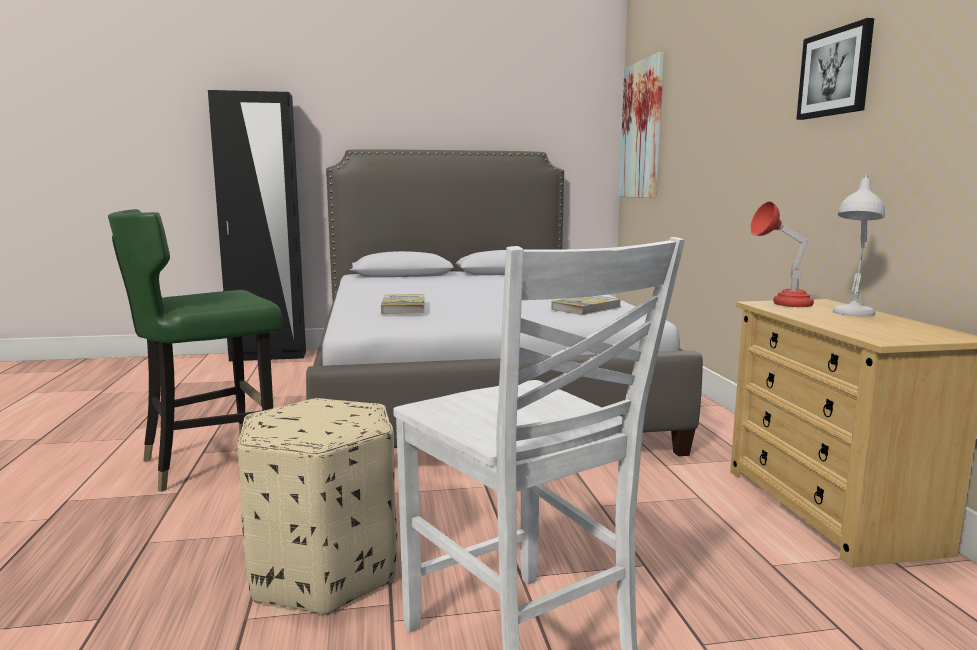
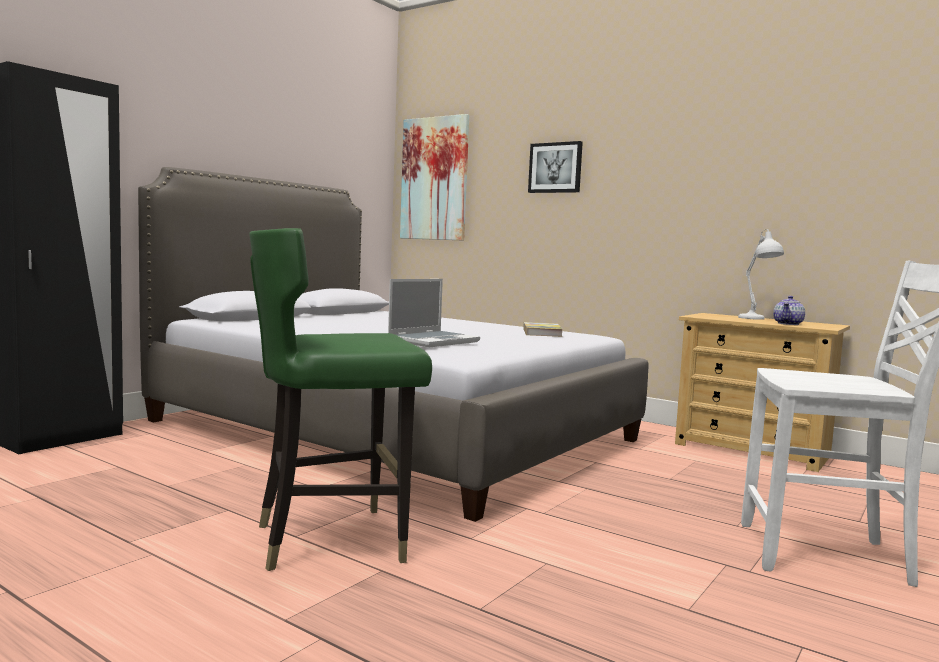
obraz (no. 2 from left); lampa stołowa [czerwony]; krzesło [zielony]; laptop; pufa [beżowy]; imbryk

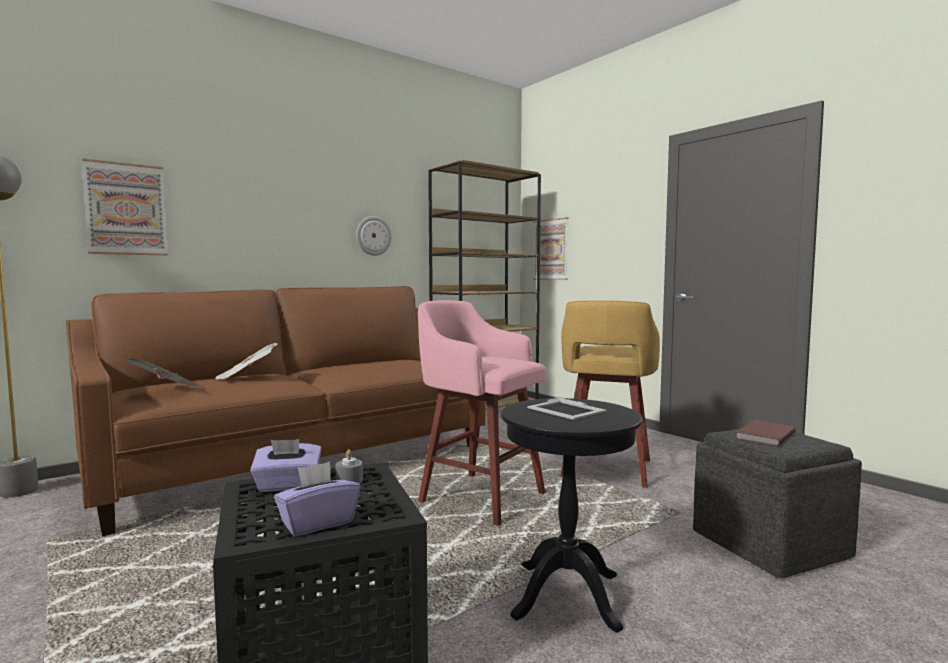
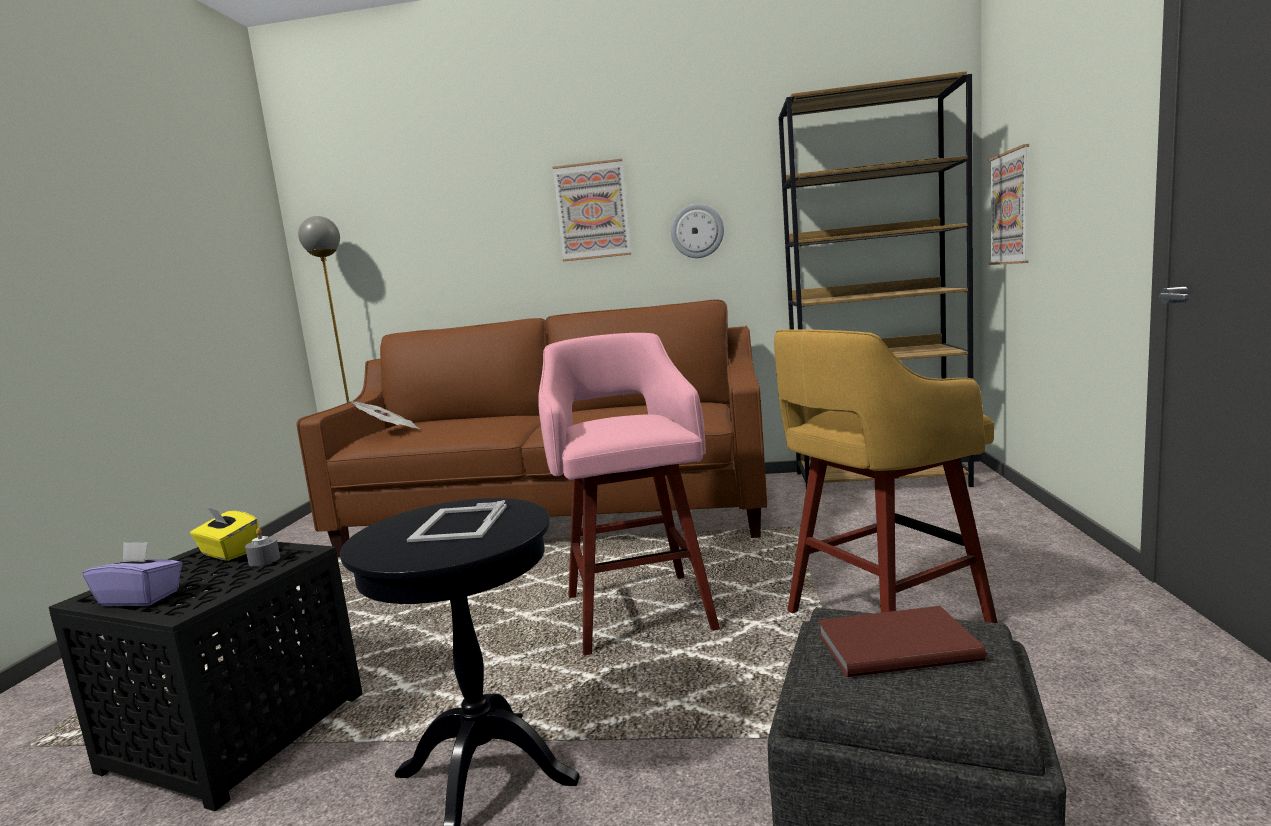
obraz (no. 1 from left); gazeta (no. 2 from left in the first image); pudełko chusteczek [żółty]

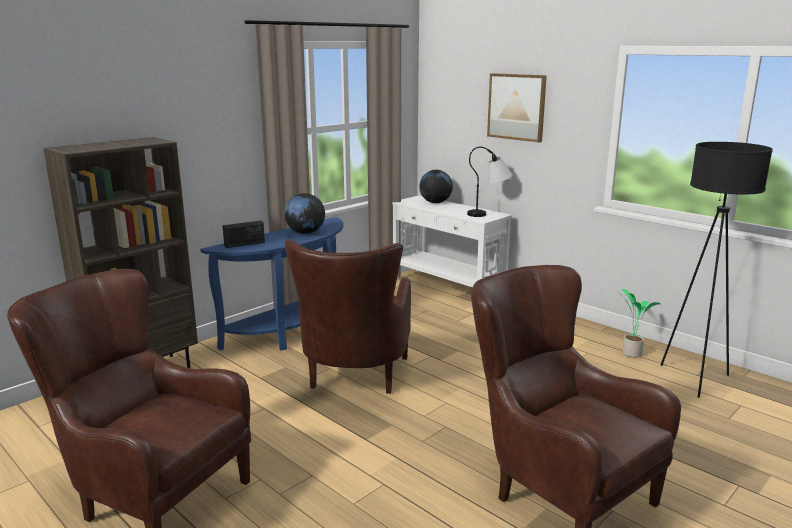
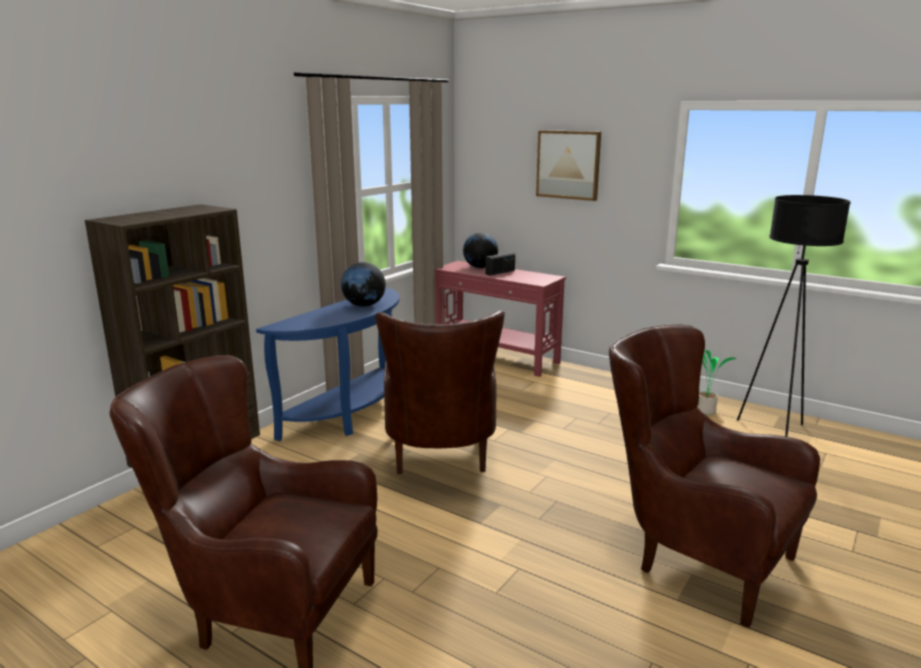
lampa stołowa; stolik konsolowy [czerwony]; radio

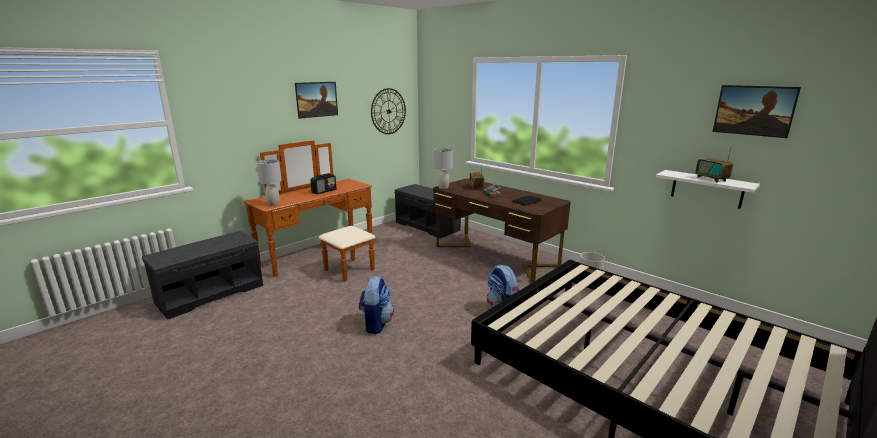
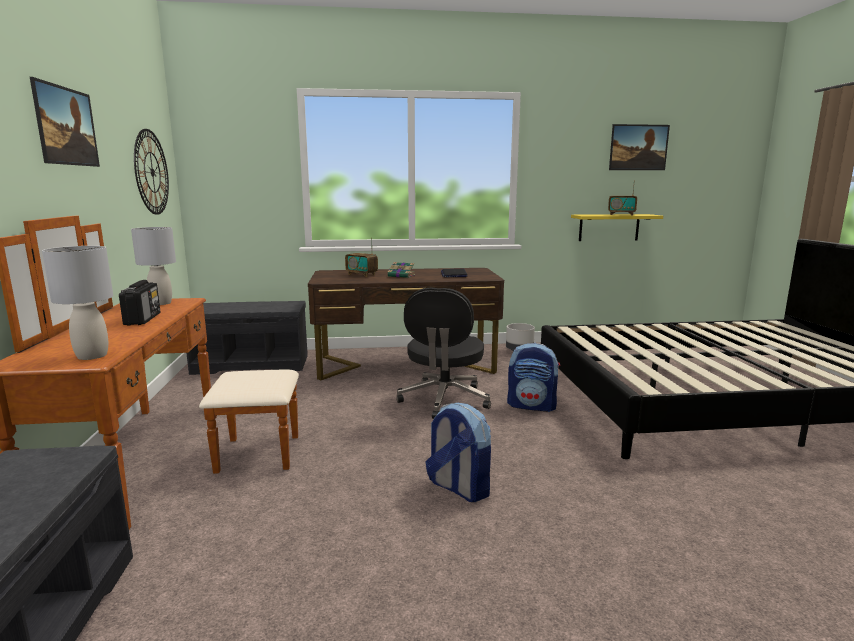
lampa stołowa [szary] (no. 2 from left); półka [żółty]; krzesło biurowe [czarny]

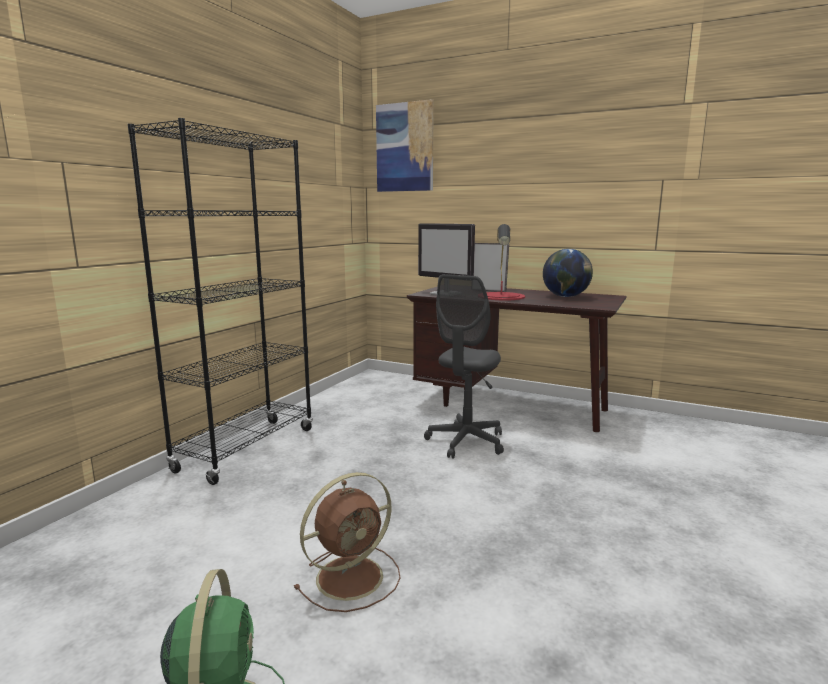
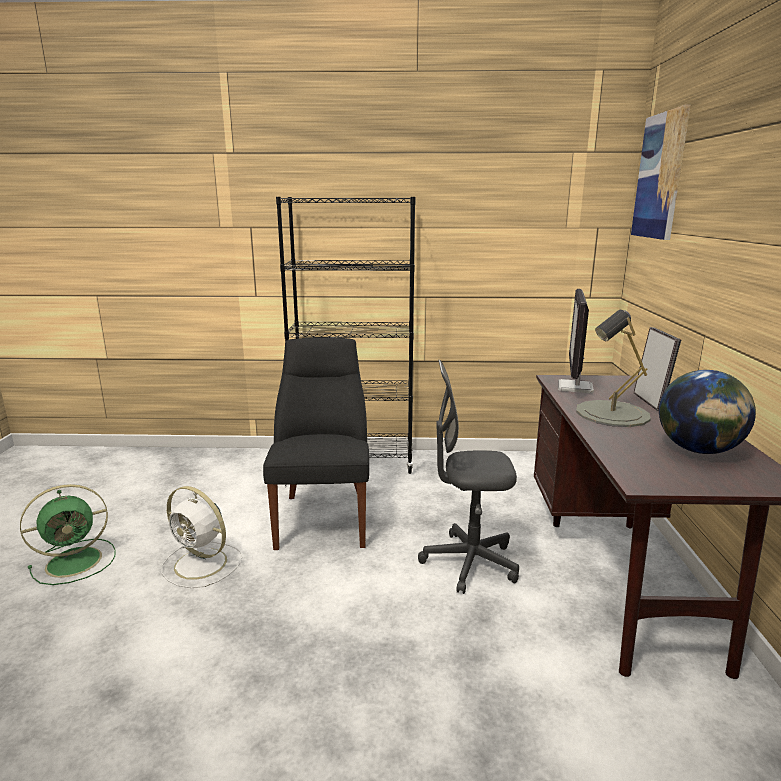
lampa stołowa [szary]; wentylator [biały]; krzesło [czarny]

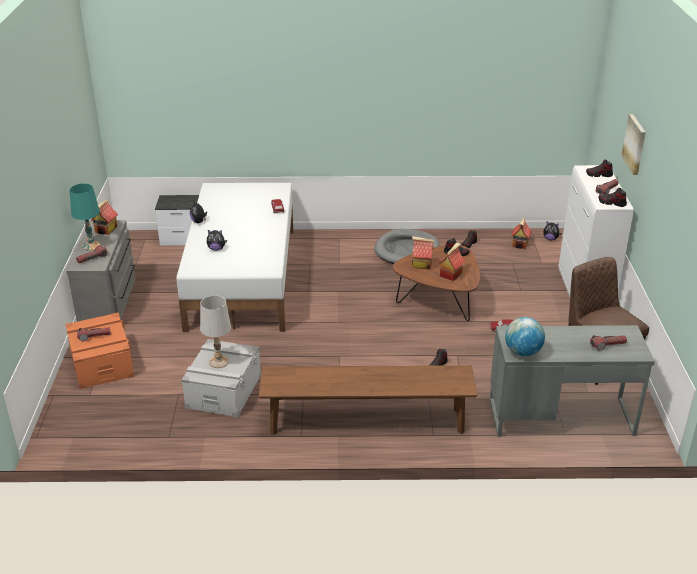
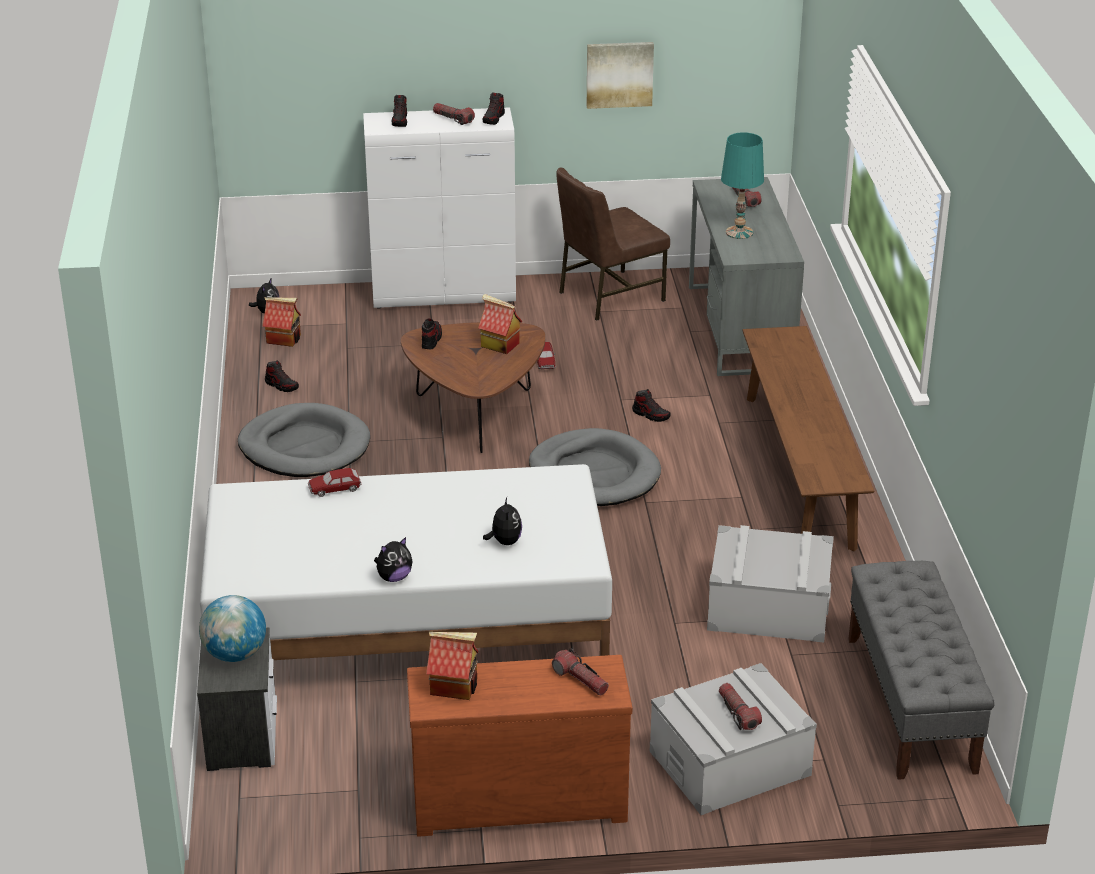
obraz; lampa stołowa [turkusowy]; komoda [brązowy]; domek (no. 2 from left in the first image); lampa stołowa [biały]; pojemnik do przechowywania [szary] (no. 1 from left); globus; legowisko [szary] (no. 2 from left); ławka [szary]

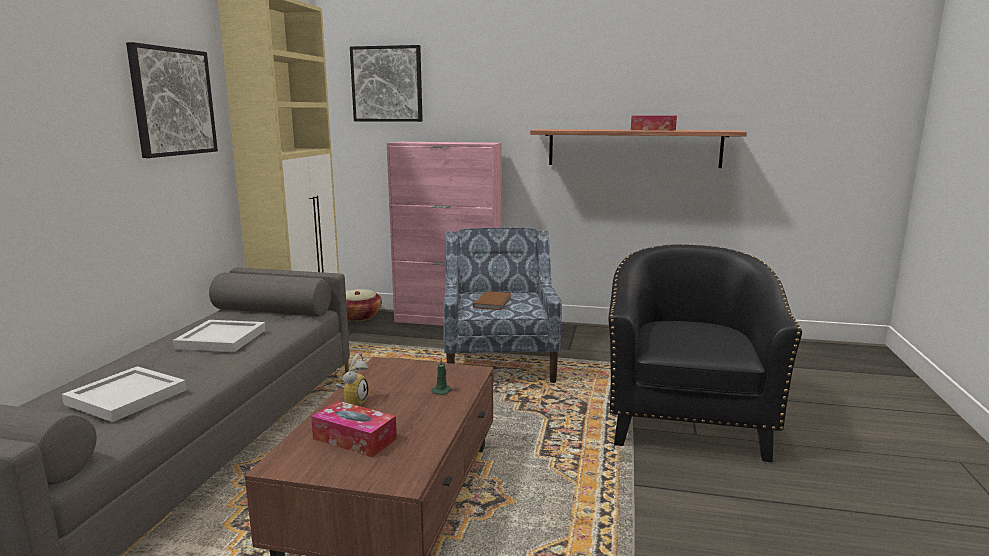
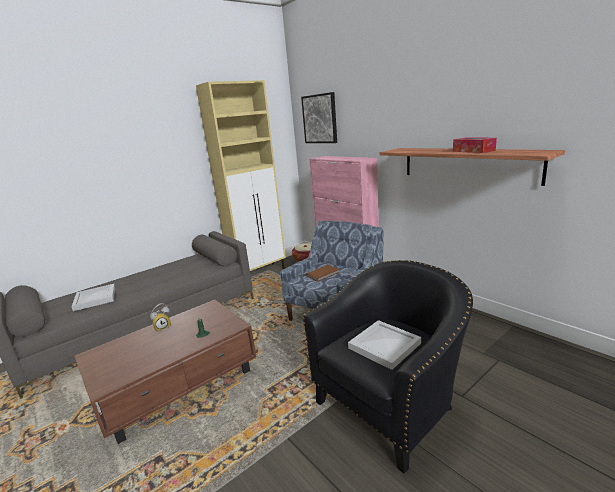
obraz (no. 1 from left in the first image); taca [biały] (no. 2 from left); pudełko chusteczek (no. 1 from left in the first image)

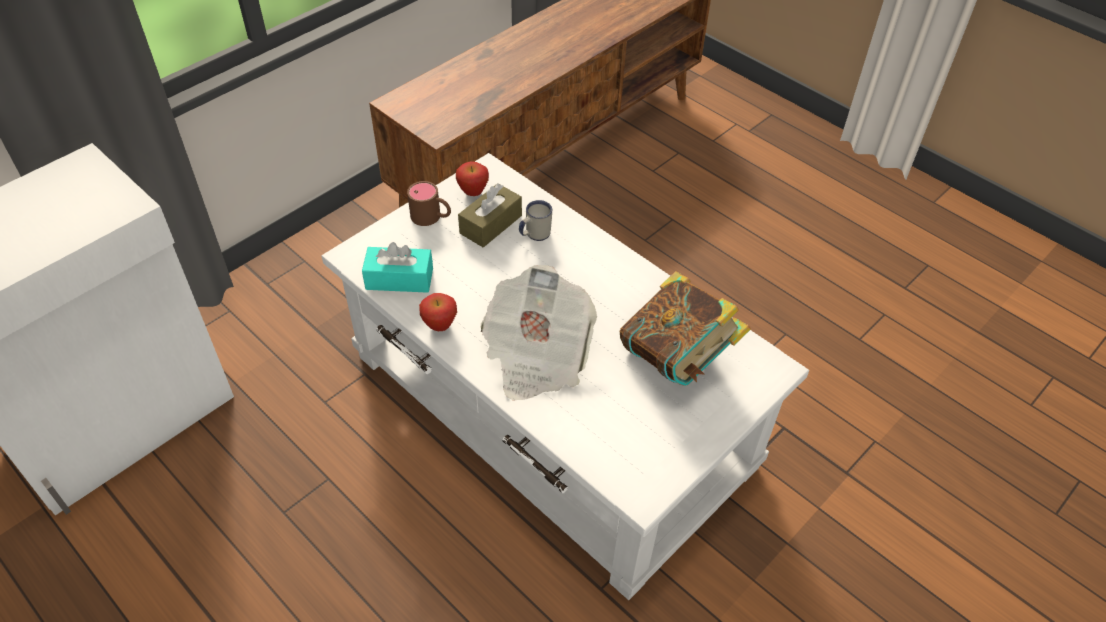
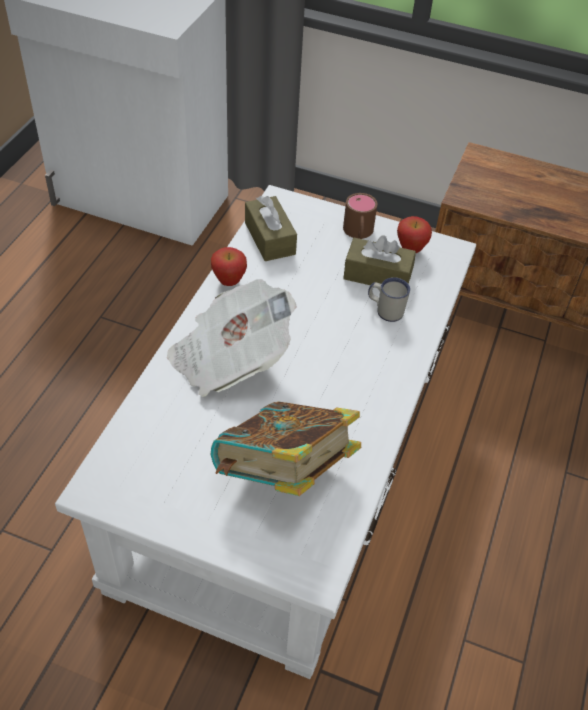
pudełko chusteczek [brązowy] (no. 1 from left)

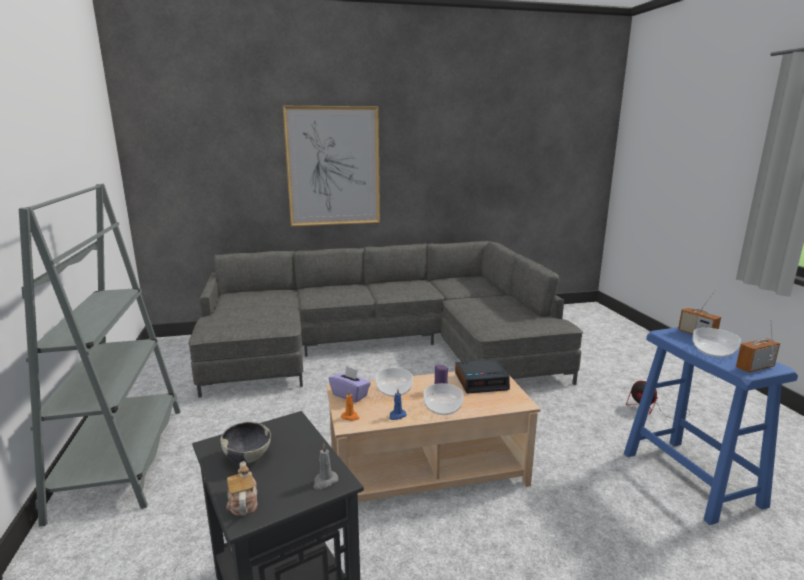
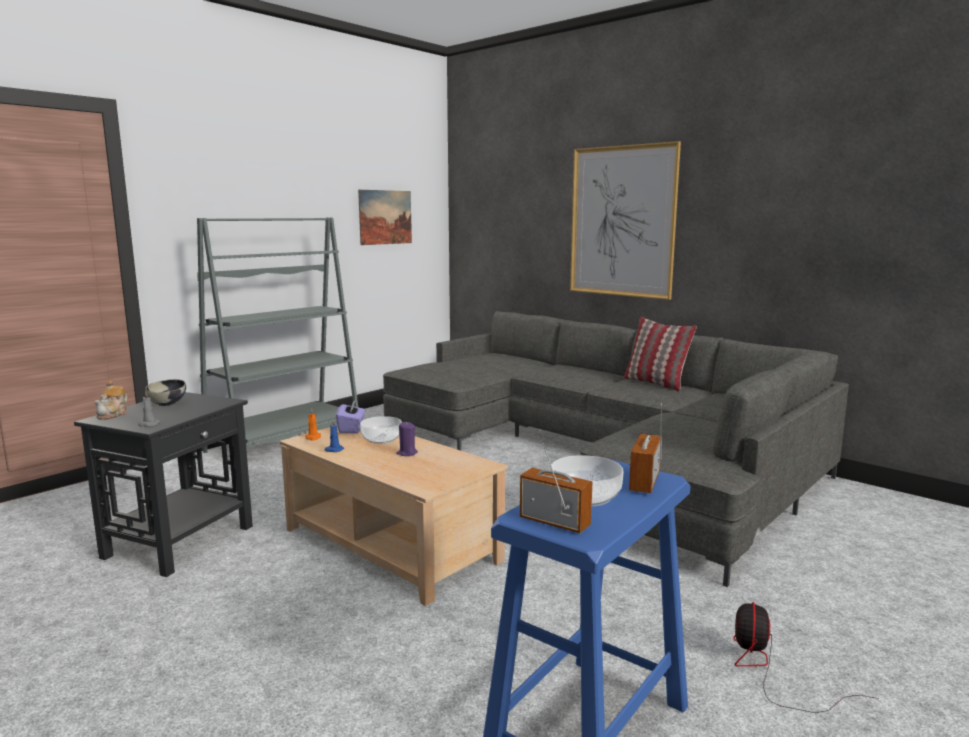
budzik; miska (no. 3 from left in the first image); imbryk; obraz (no. 1 from left); poduszka

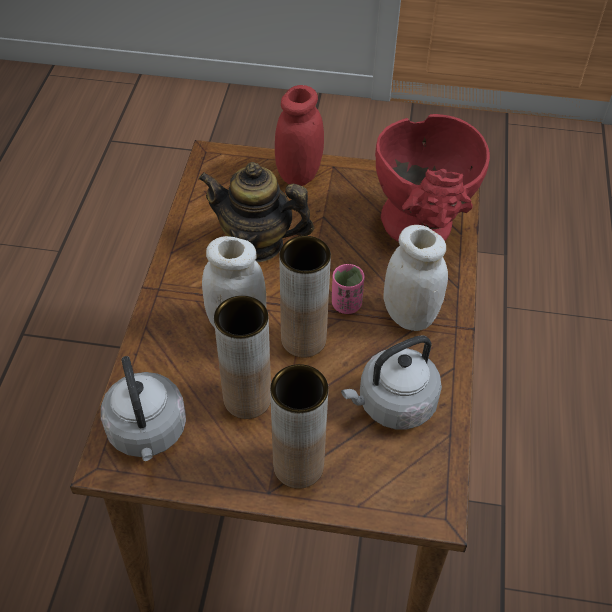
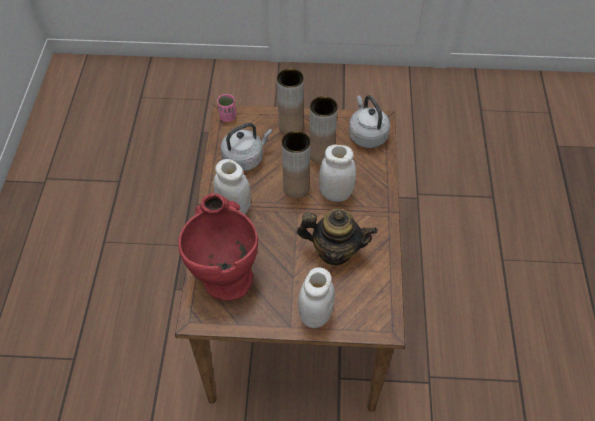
słoik [biały] (no. 2 from left); filiżanka [różowy]

